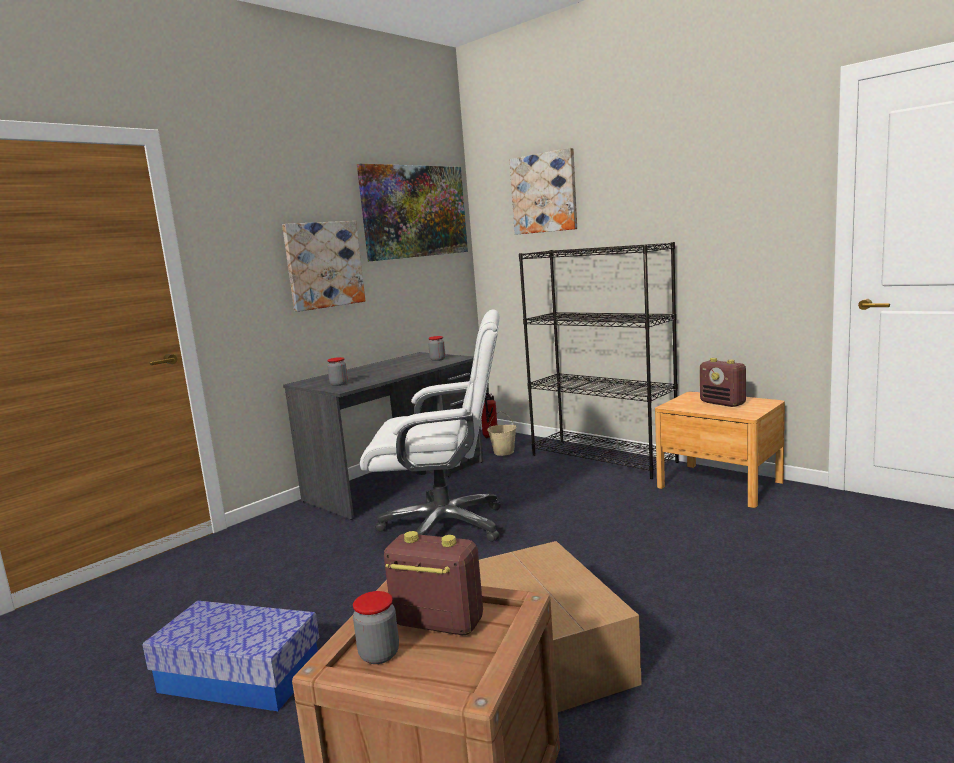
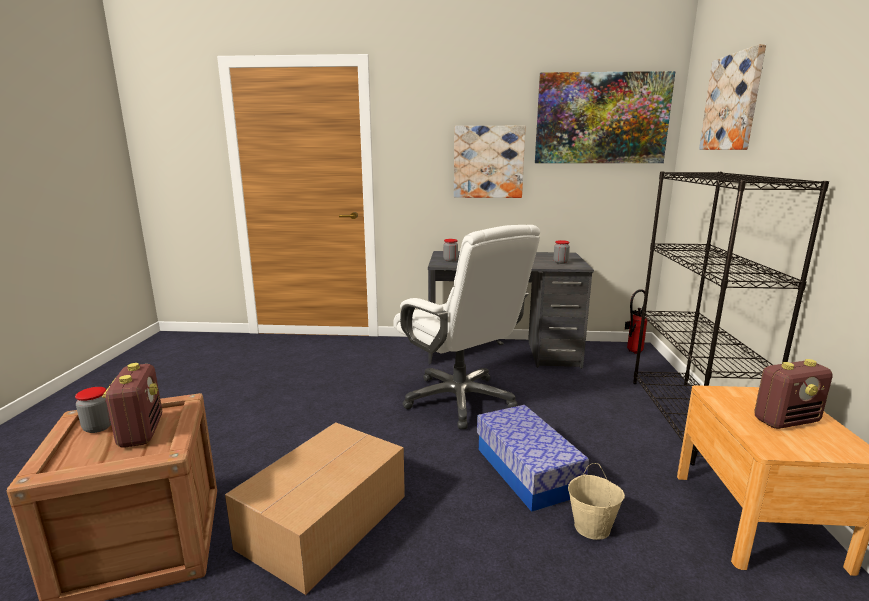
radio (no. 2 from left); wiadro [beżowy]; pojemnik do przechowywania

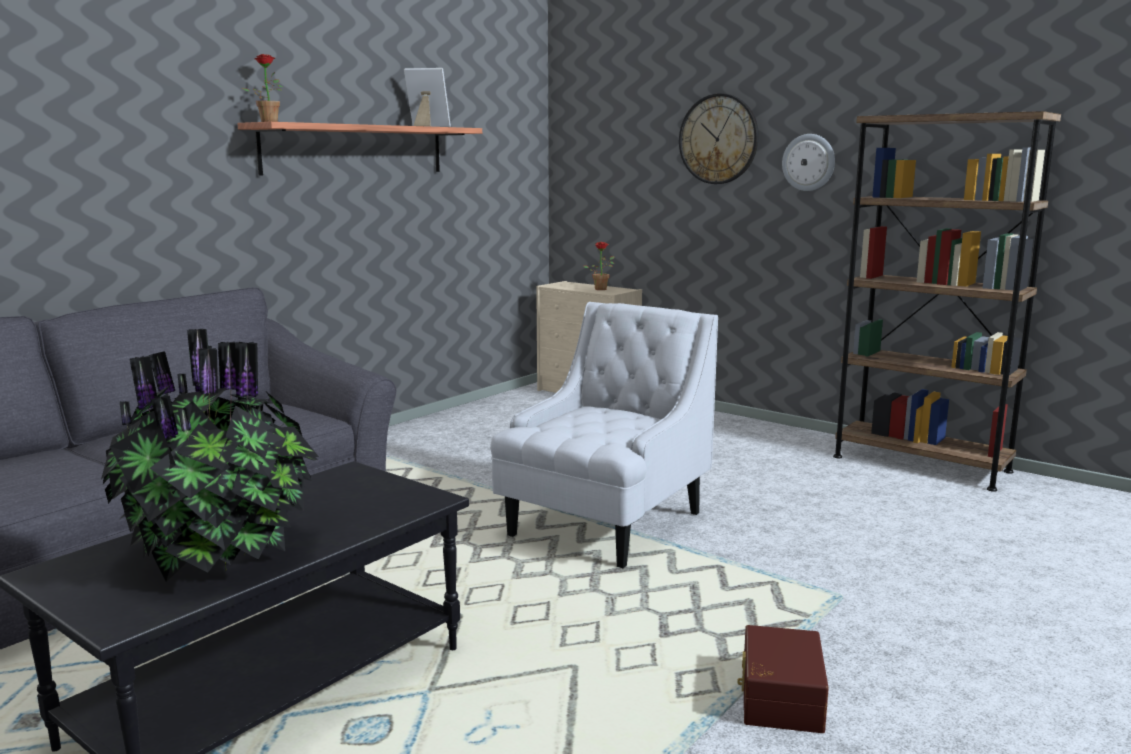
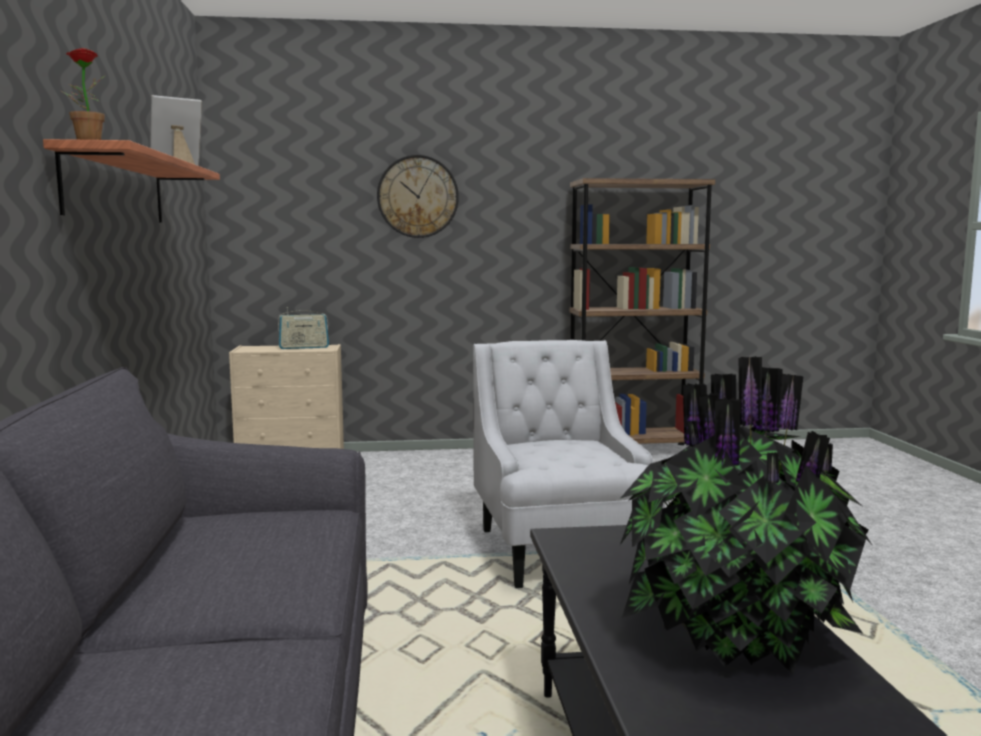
zegar ścienny (no. 2 from left in the first image); radio; pojemnik do przechowywania [brązowy]

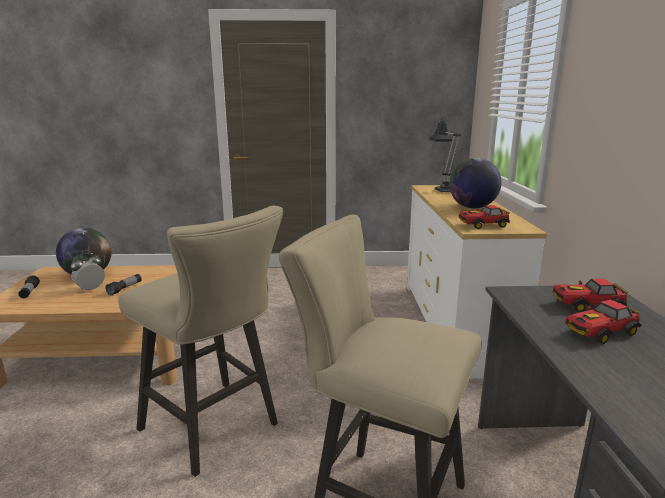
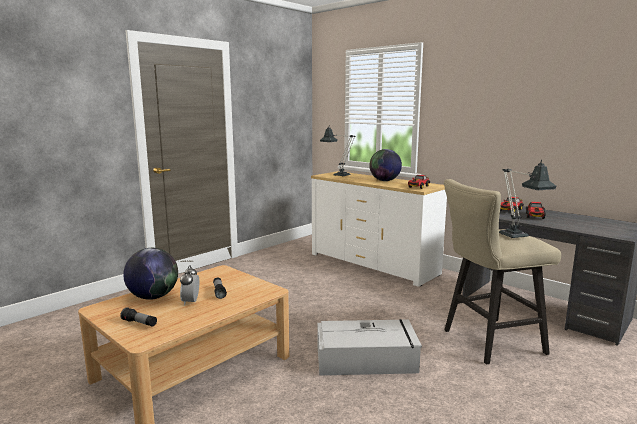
pojemnik do przechowywania [szary]; lampa stołowa (no. 2 from left)

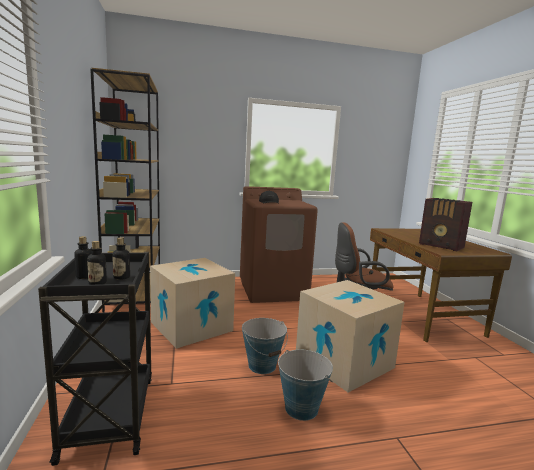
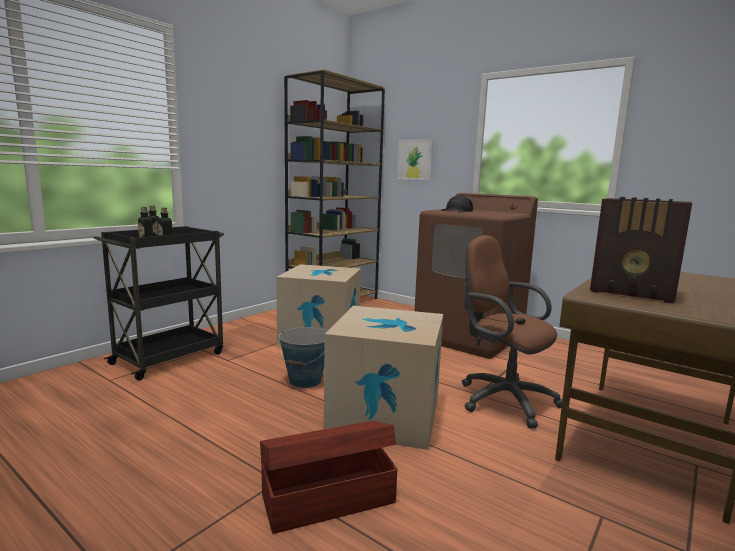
radio; wiadro (no. 2 from left in the first image); obraz; pojemnik do przechowywania [brązowy]

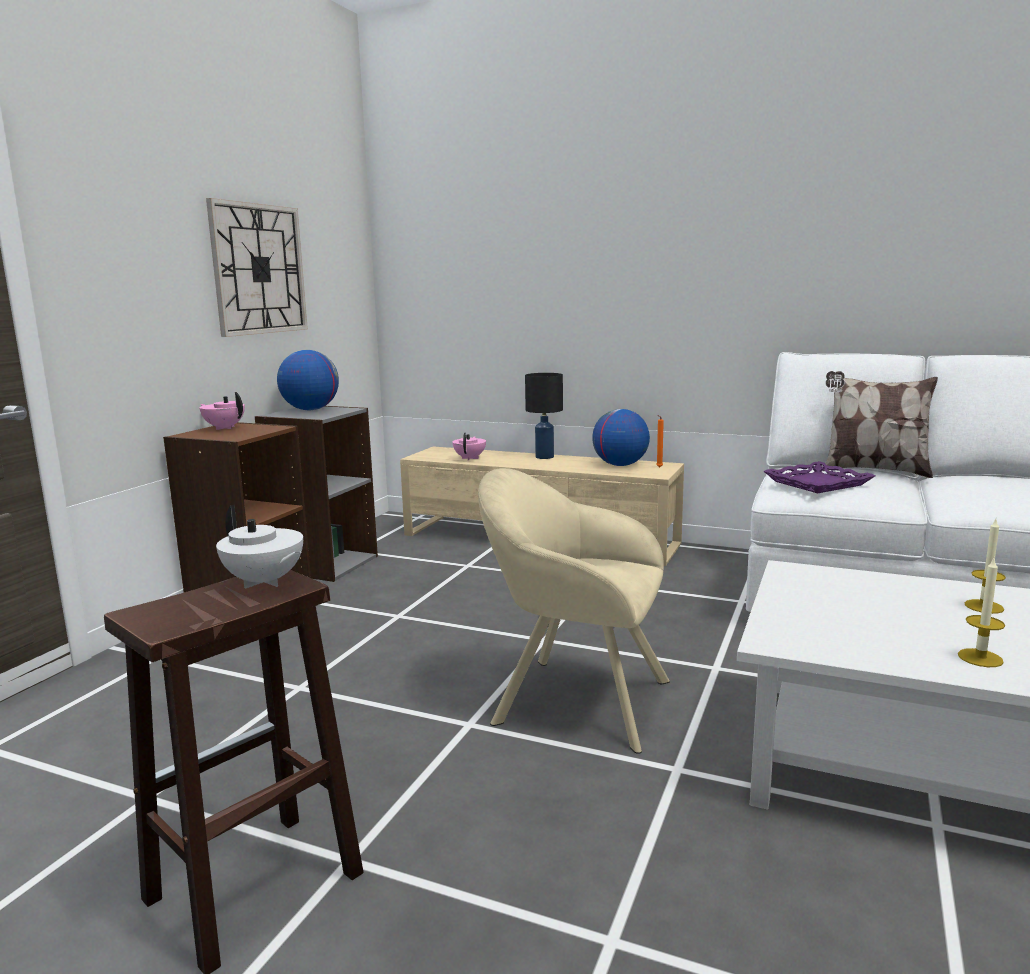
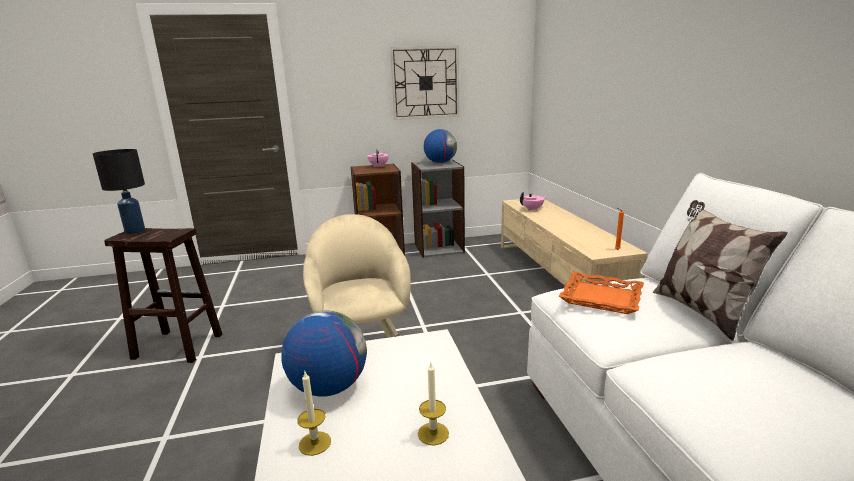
lampa stołowa [czarny]; globus (no. 1 from left); taca [pomarańczowy]; imbryk [biały]

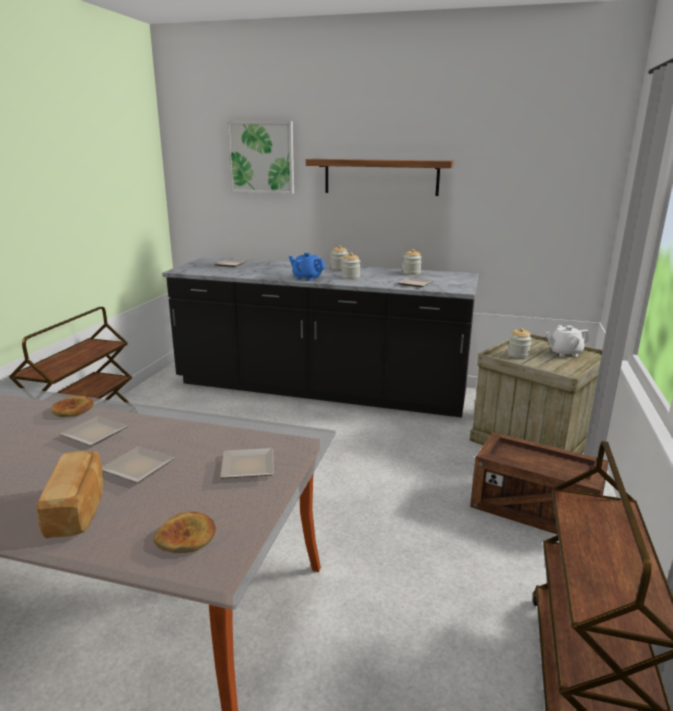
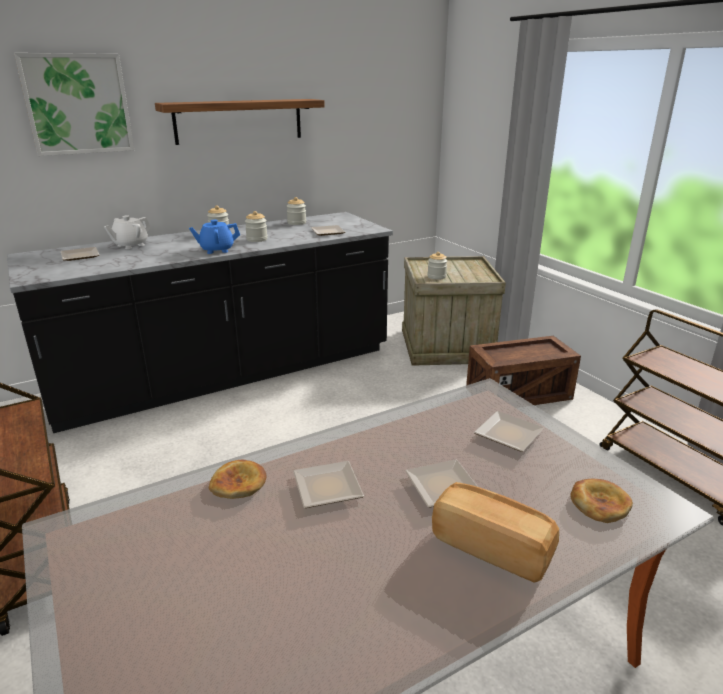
imbryk [biały]

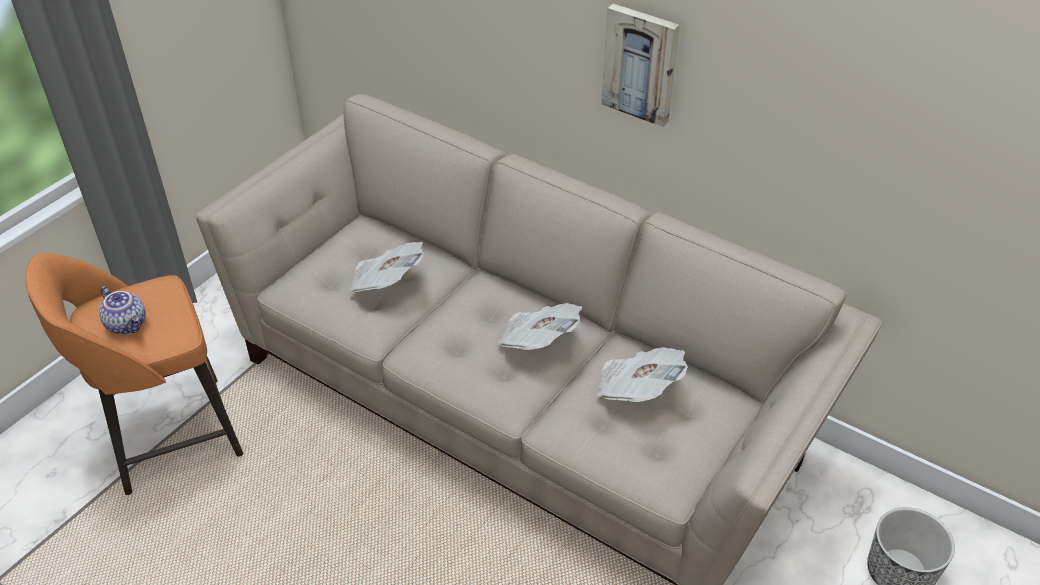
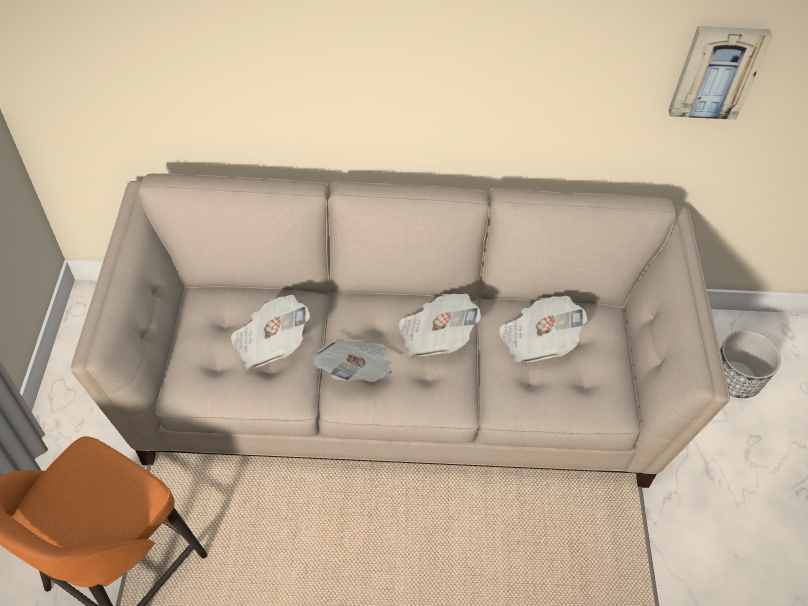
obraz; imbryk; gazeta (no. 2 from left)

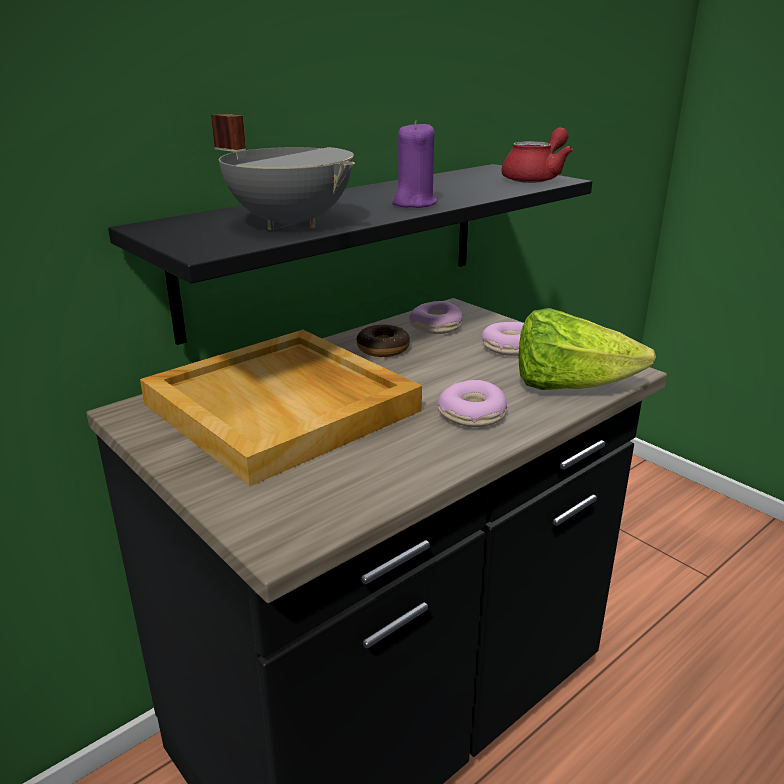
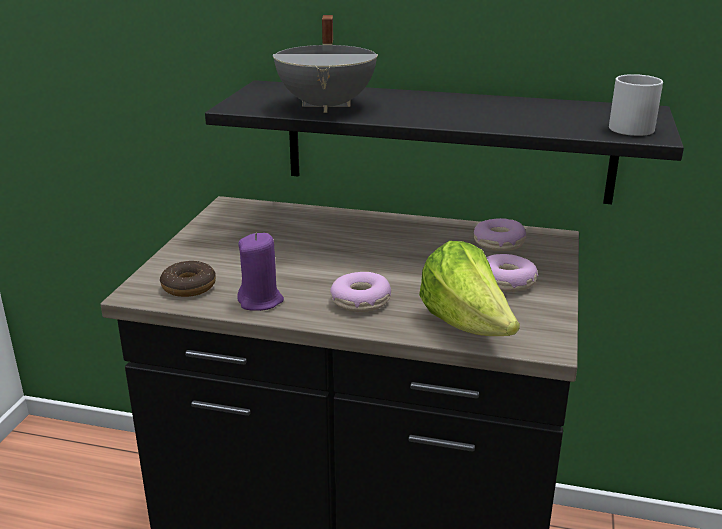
świeca [fioletowy]; kubek [biały]; donut (no. 1 from left); taca [beżowy]

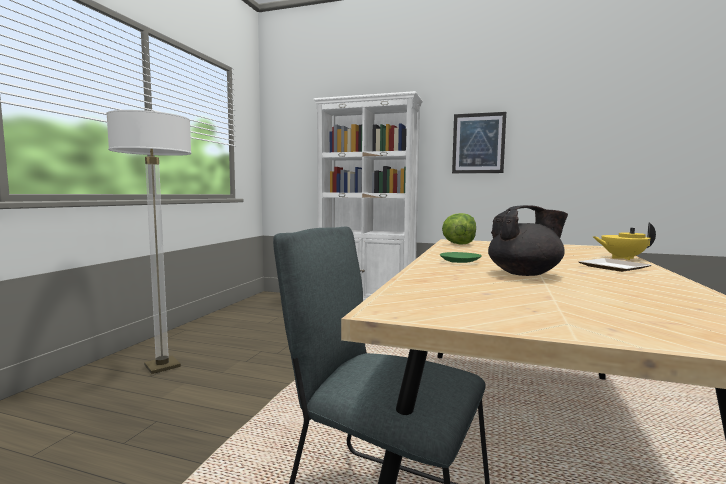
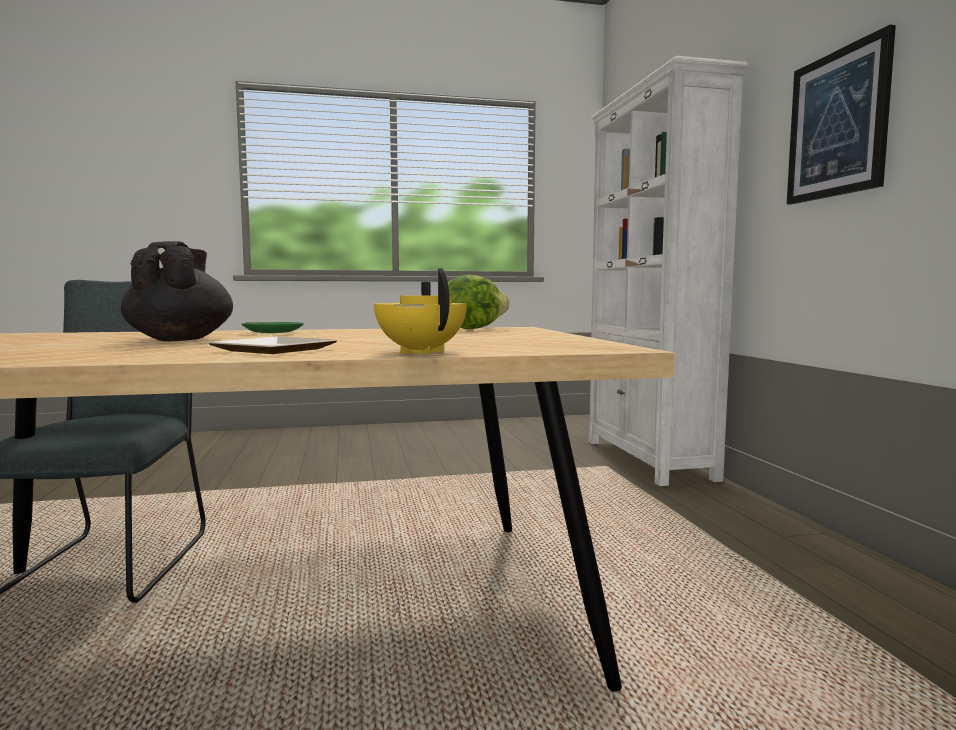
lampa stojąca; imbryk [czarny]

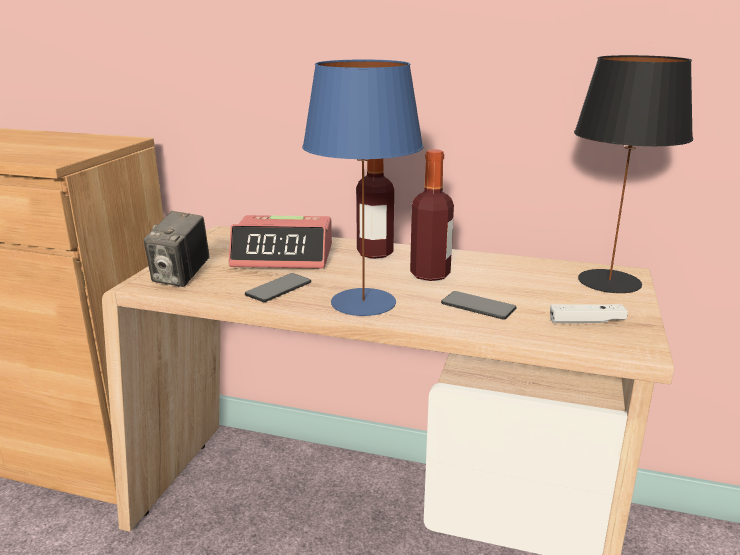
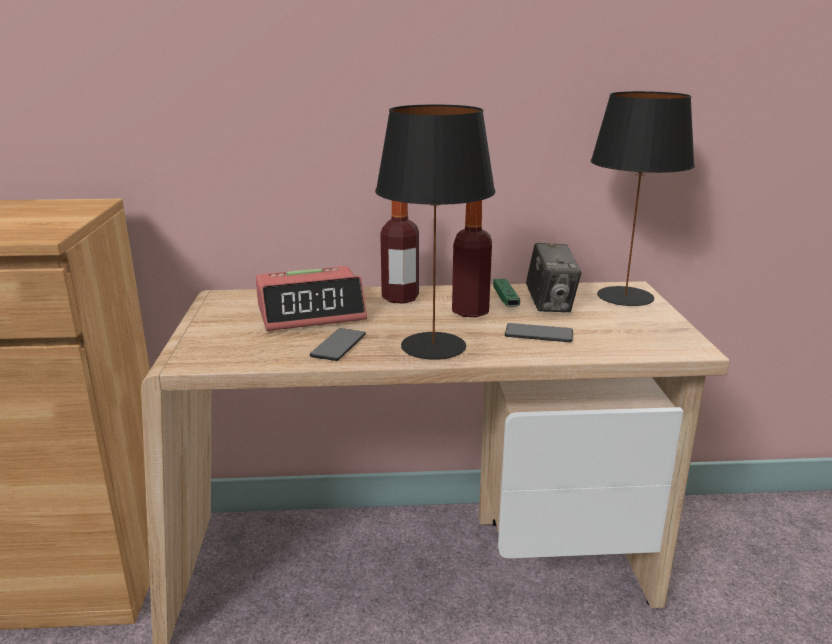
lampa stołowa [czarny] (no. 1 from left); aparat fotograficzny; pad do gier [biały]; pad do gier [zielony]

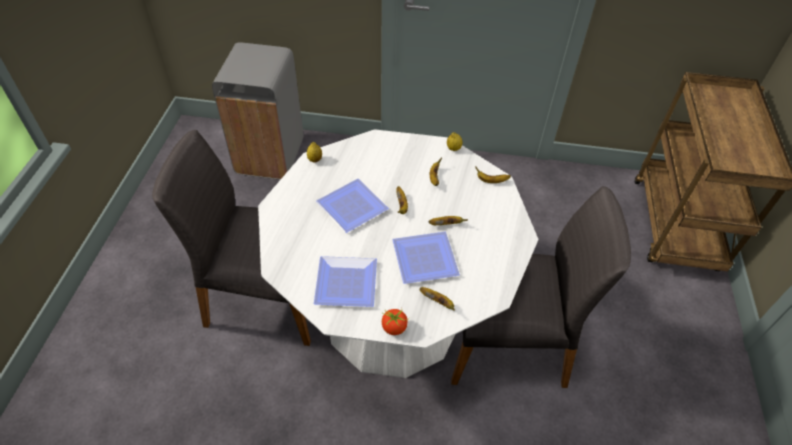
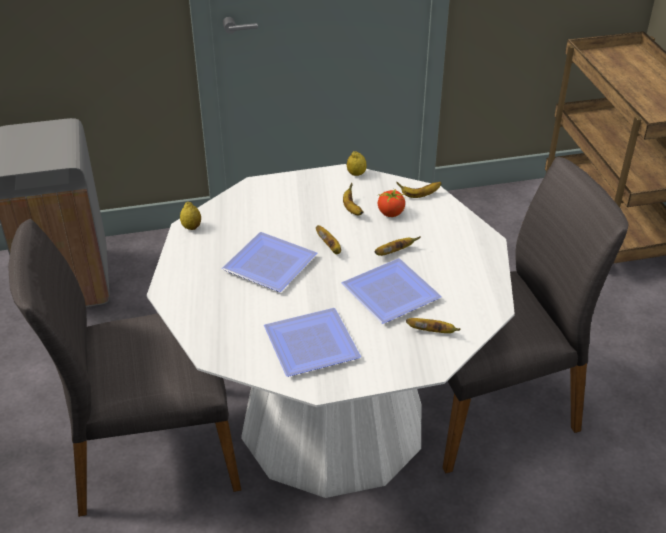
pomidor

